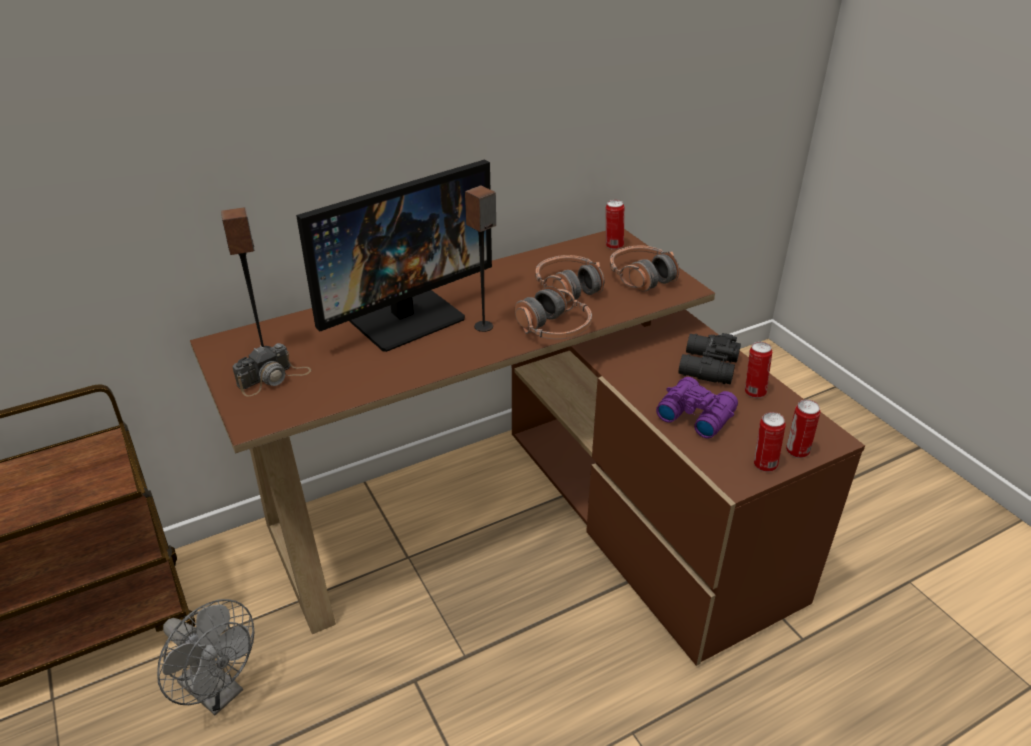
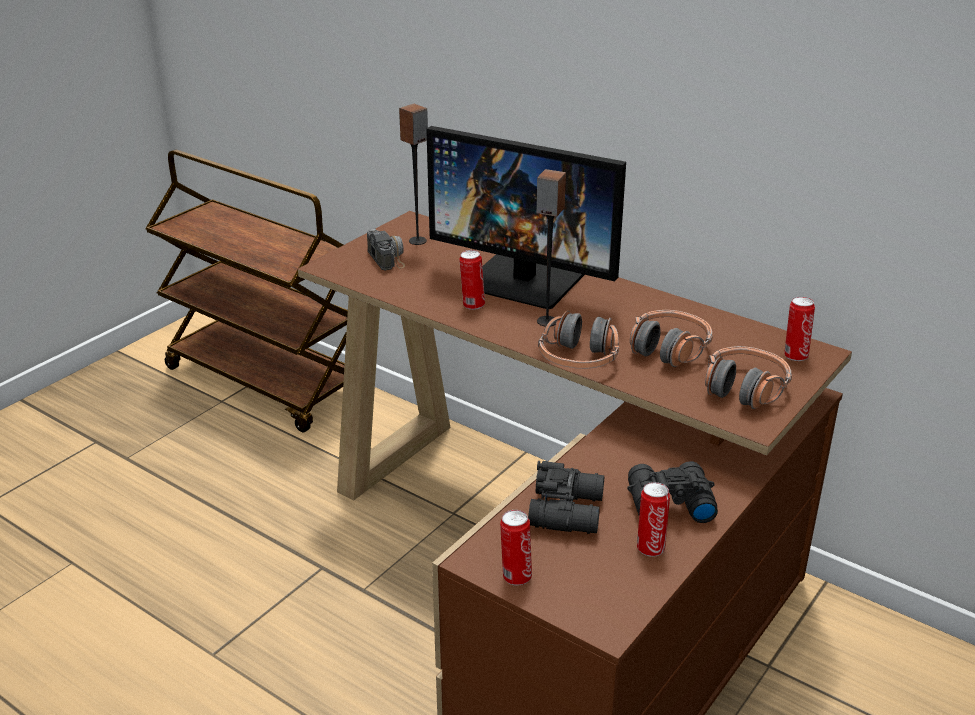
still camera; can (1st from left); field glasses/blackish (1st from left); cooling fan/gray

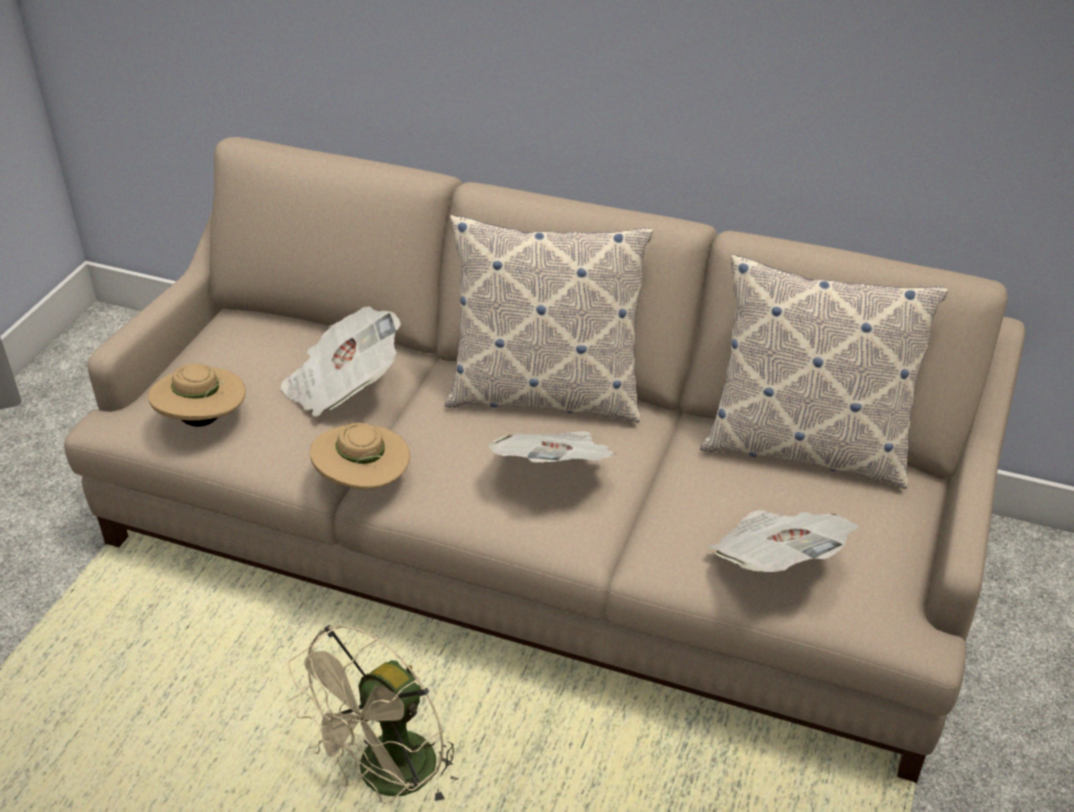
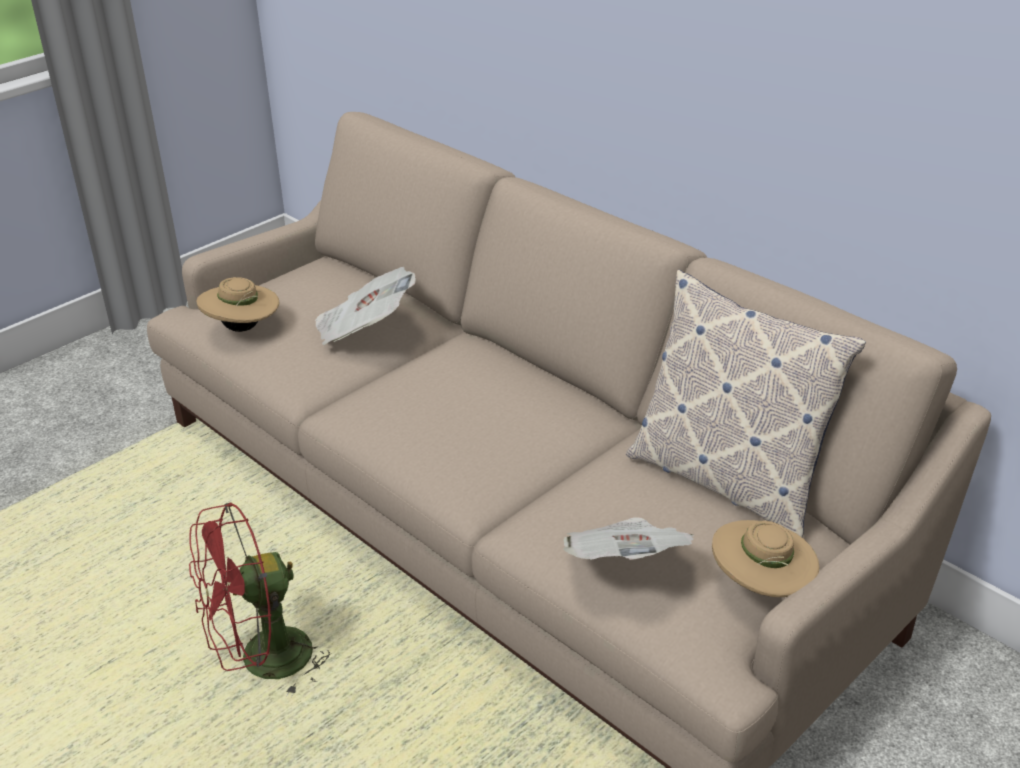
cooling fan/red; wearable hat/beige-coloured (2nd from left); cushion (1st from left in the first image); printed paper (2nd from left in the first image)

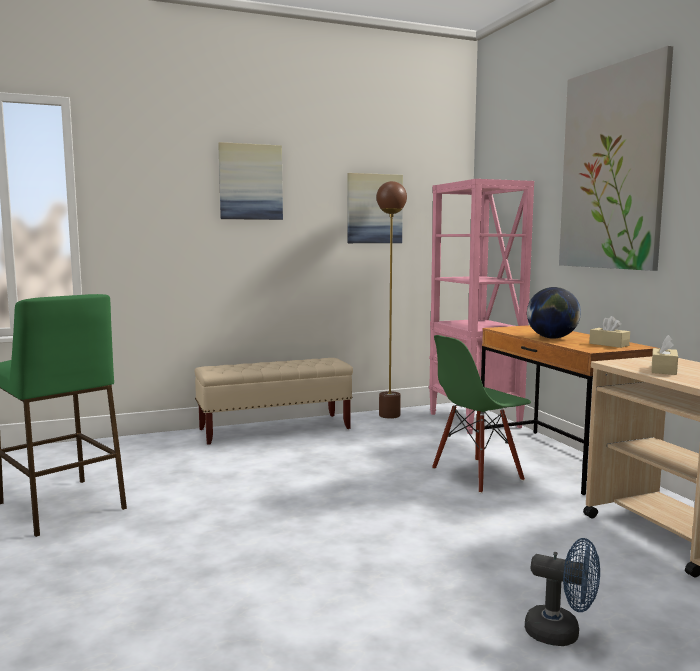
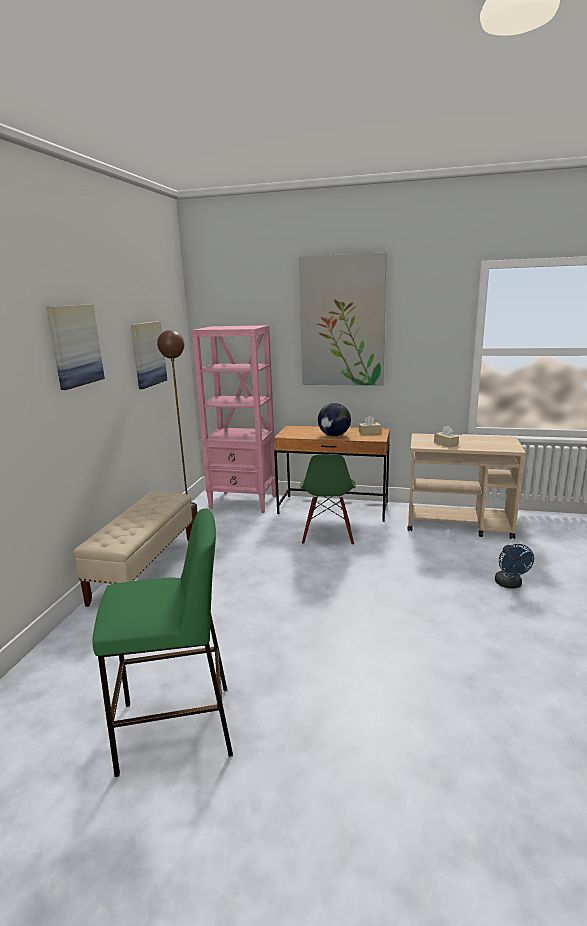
cooling fan/blue-coloured

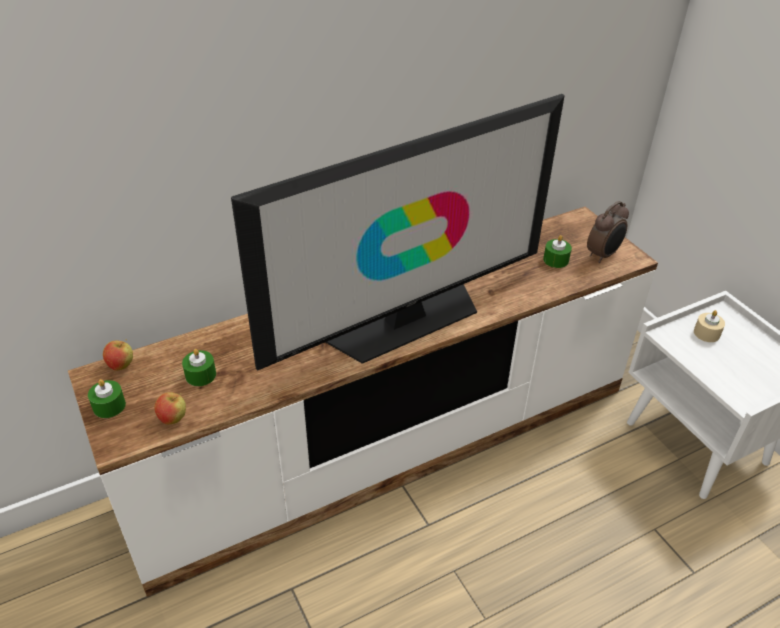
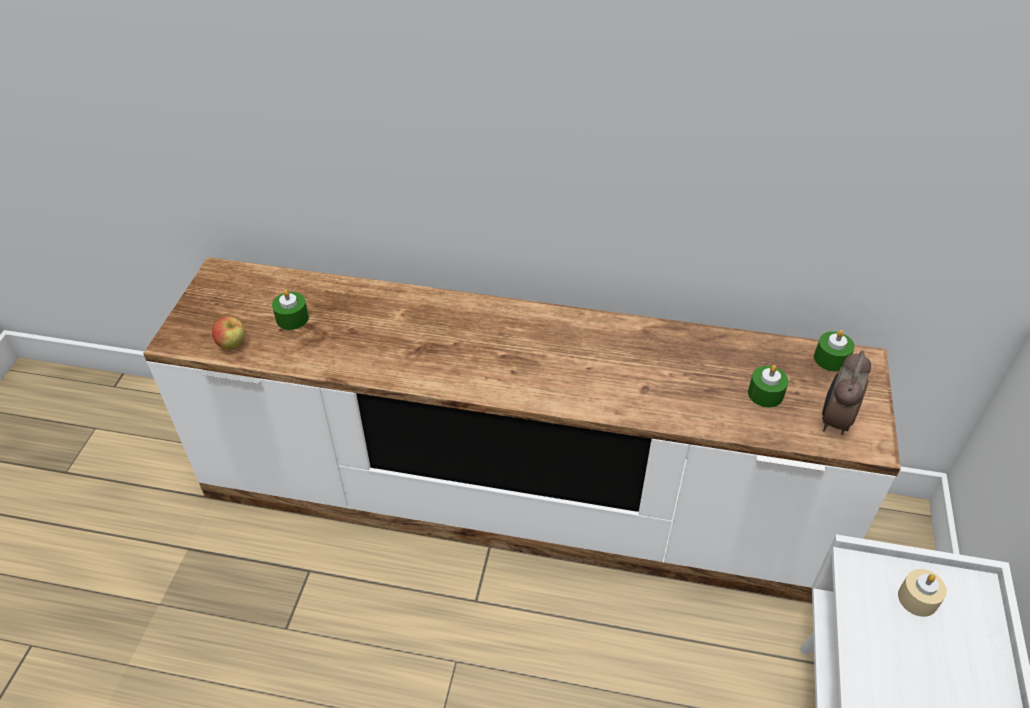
wax light/green-coloured (3rd from left); table clock; whole apple (1st from left in the first image); TV

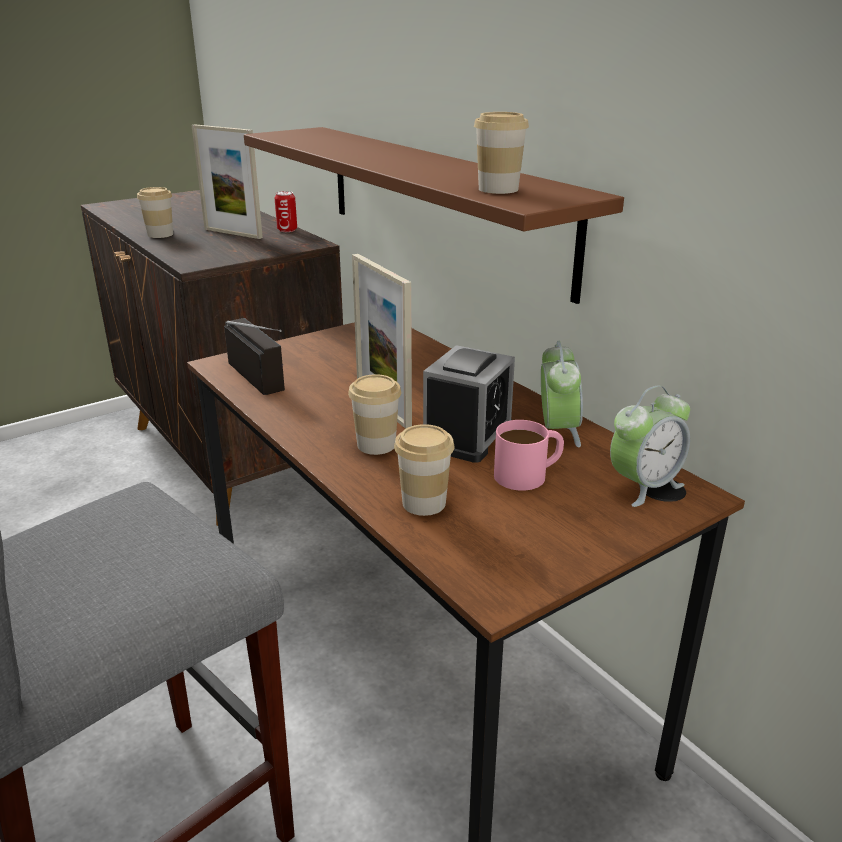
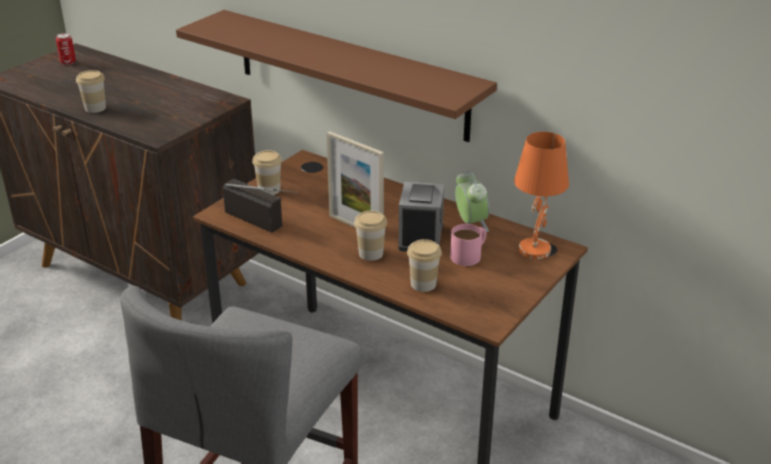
can; cup (2nd from left); table lamp/orange-coloured; photo frame (1st from left in the first image)

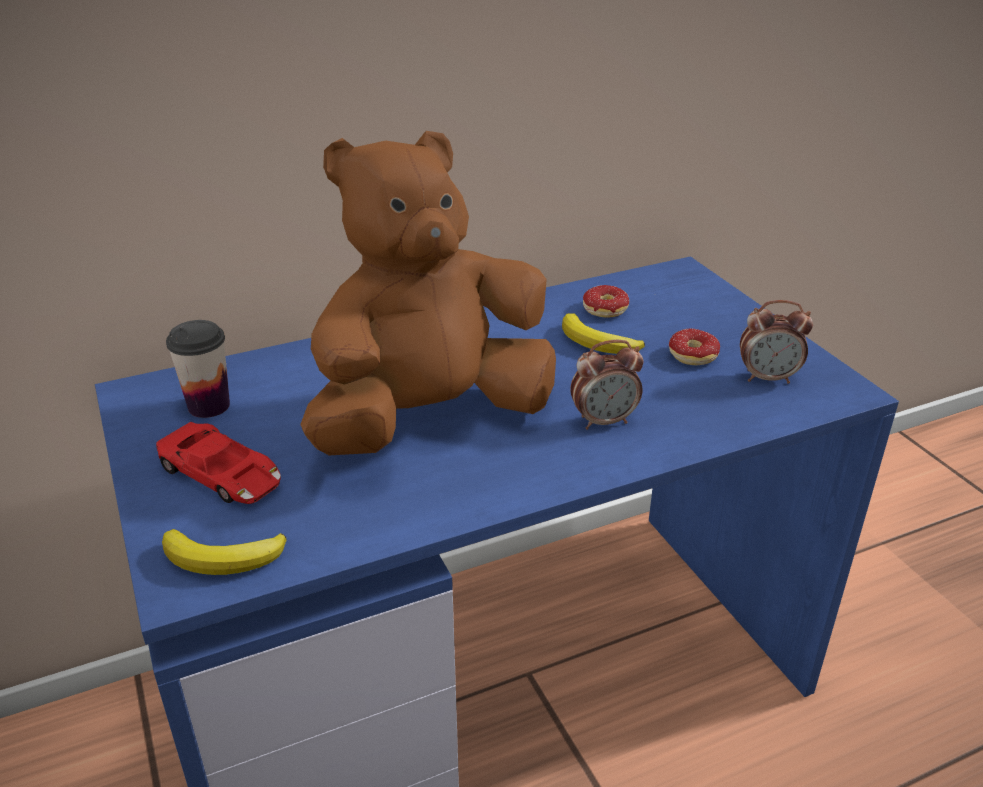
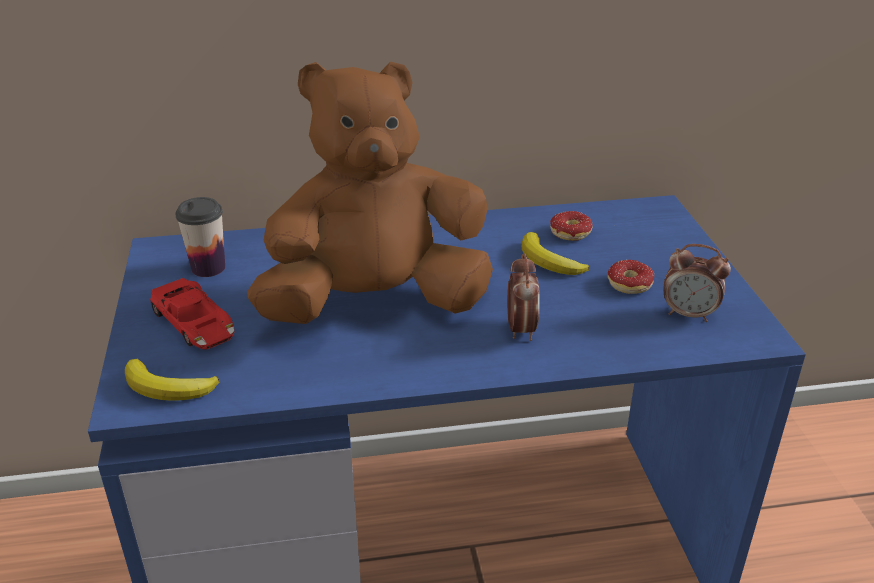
table clock (1st from left)

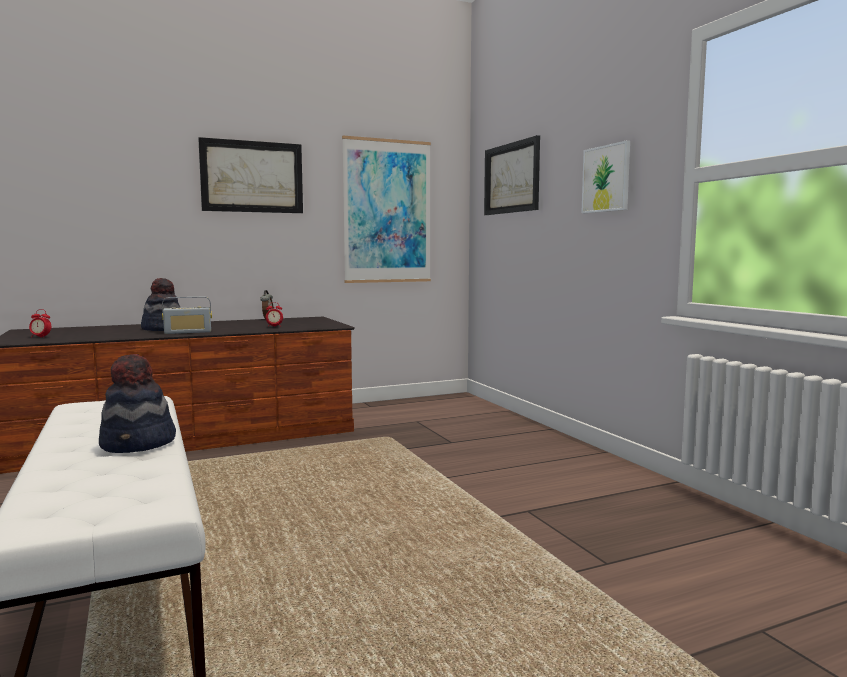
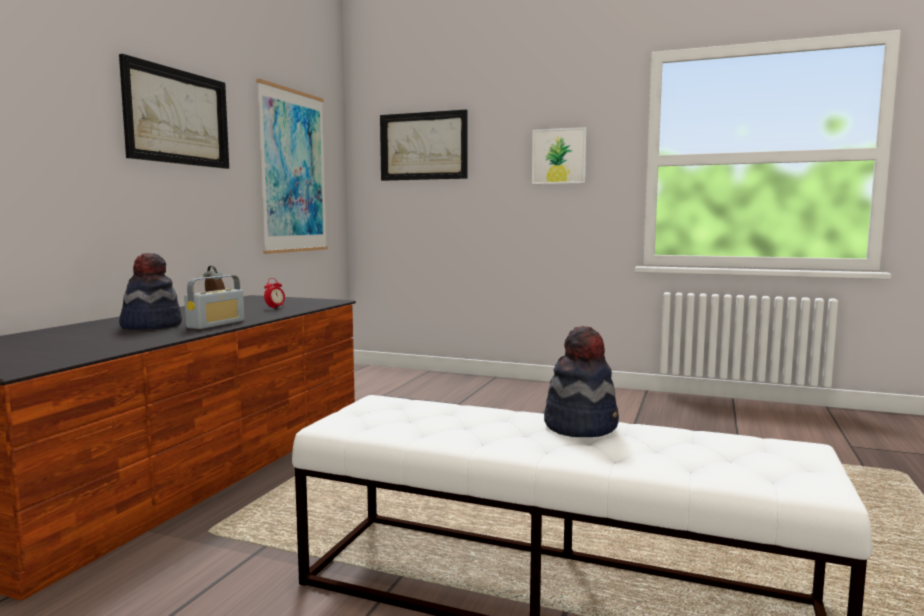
table clock (1st from left in the first image)

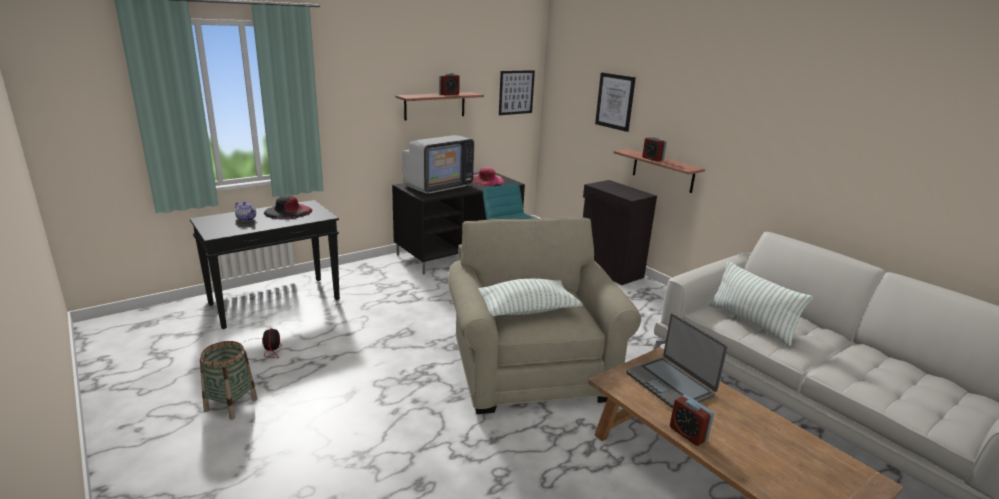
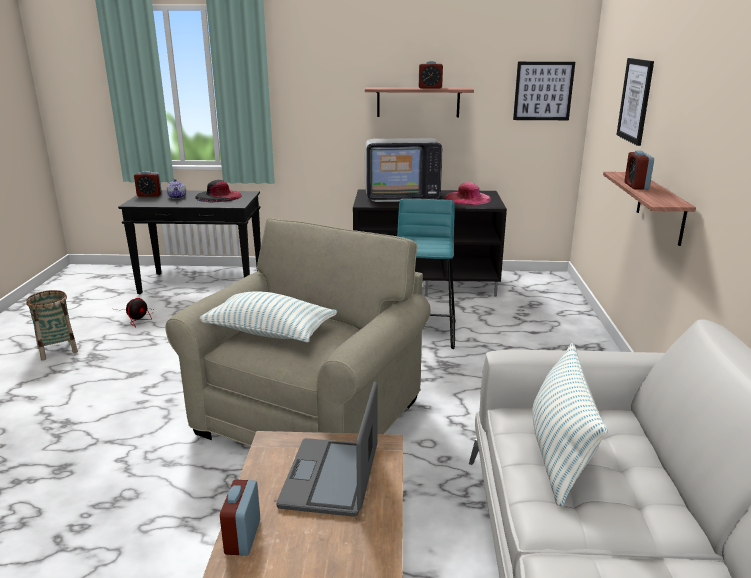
table clock (1st from left); cabinet/blackish

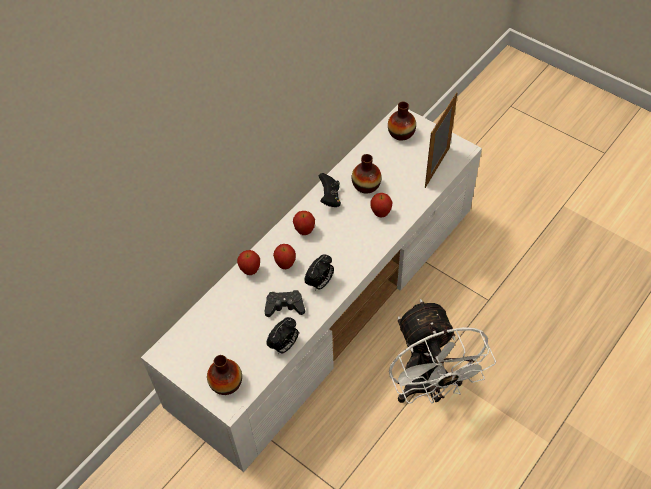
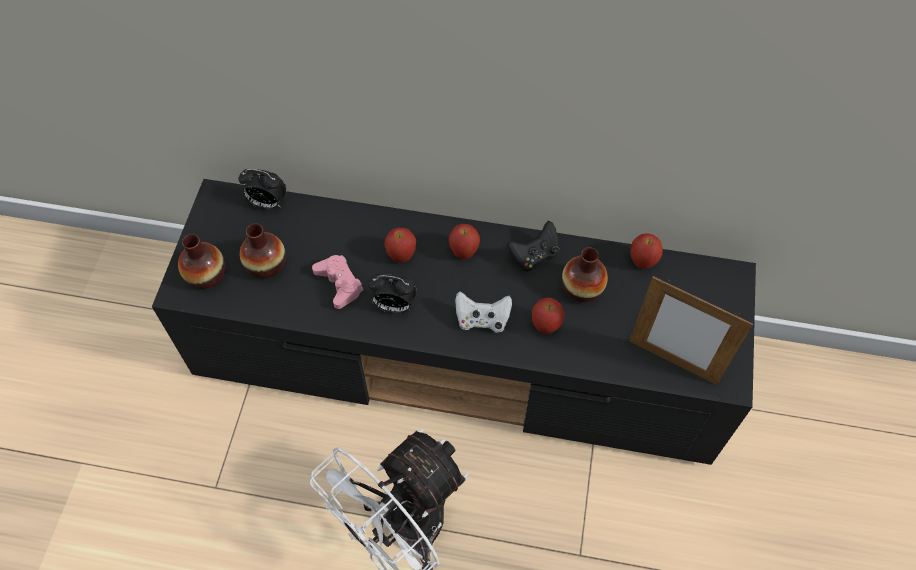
tv unit/blackish; table clock (1st from left); vase (2nd from left); gamepad/pink; gamepad/white-coloured; photo frame; whole apple (4th from left)

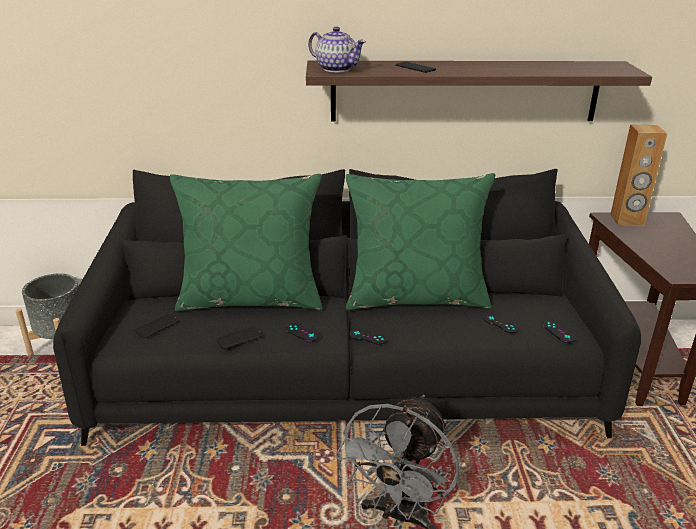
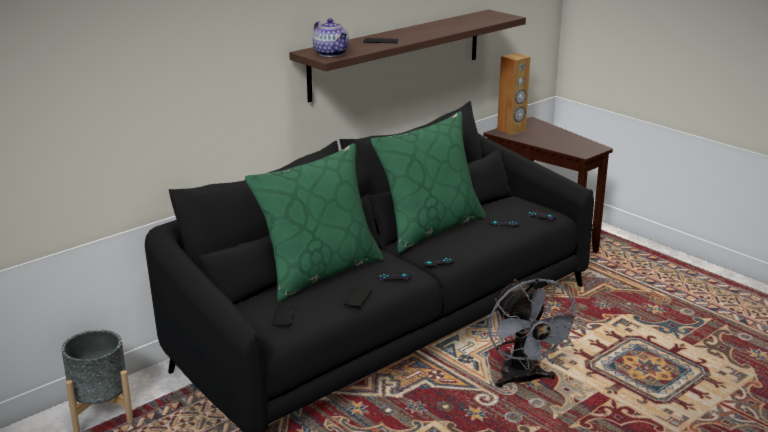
tea pot

